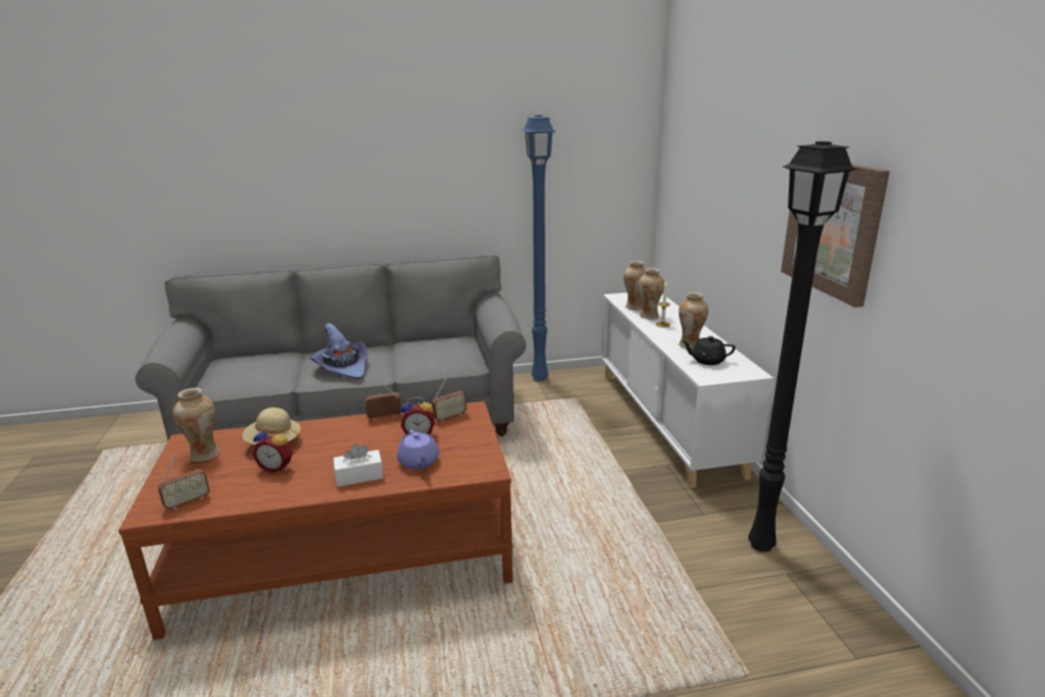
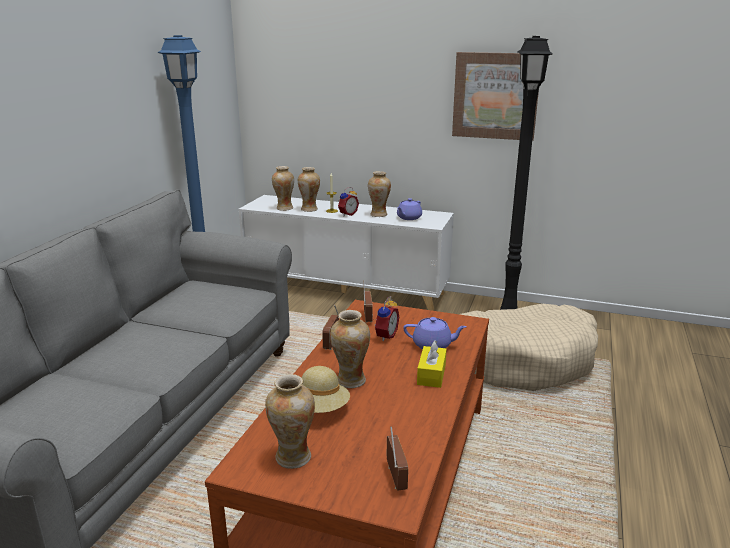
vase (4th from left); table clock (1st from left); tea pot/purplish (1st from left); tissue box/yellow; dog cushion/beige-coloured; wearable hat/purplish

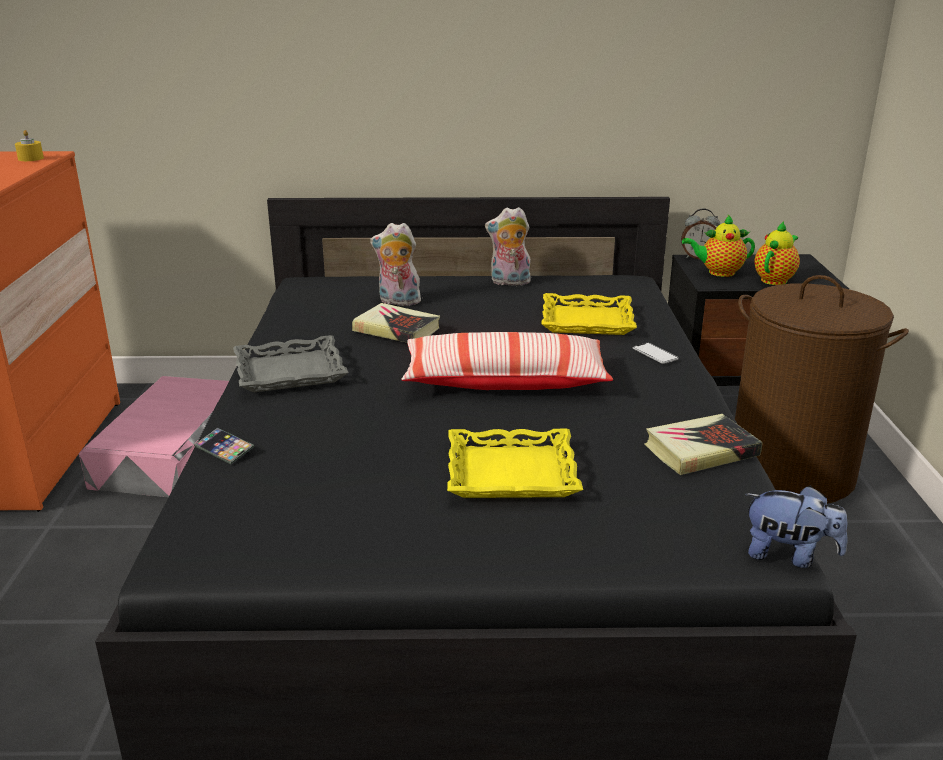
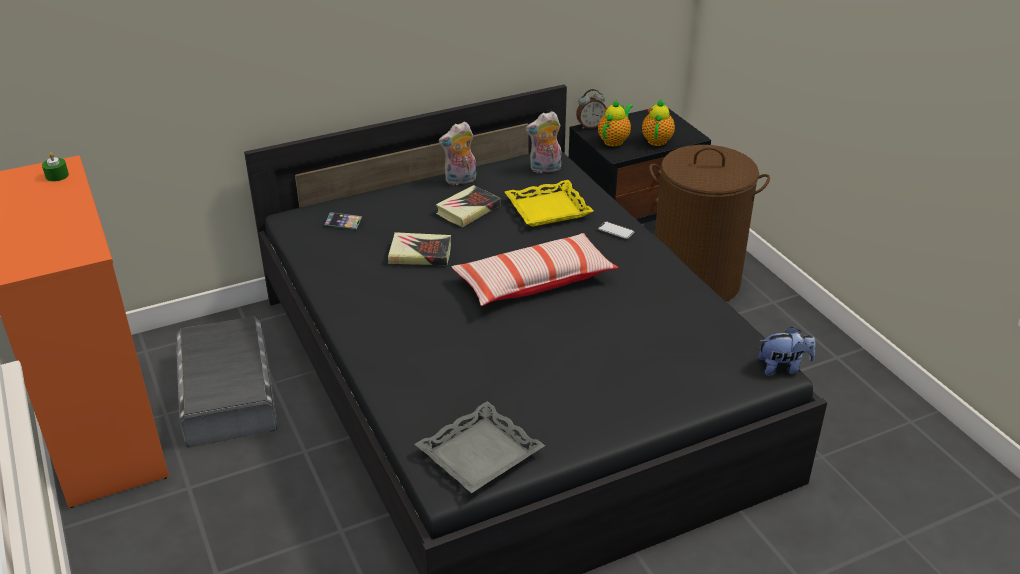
wax light/green-coloured; storage container/gray; phone (1st from left); serving tray/gray; bound book (2nd from left); plush toy (2nd from left); tea pot (1st from left); serving tray/yellow (1st from left in the first image)

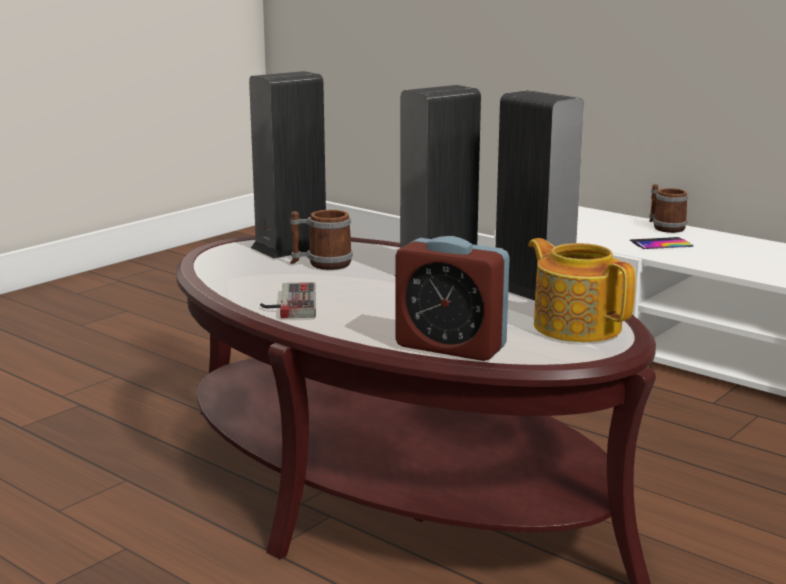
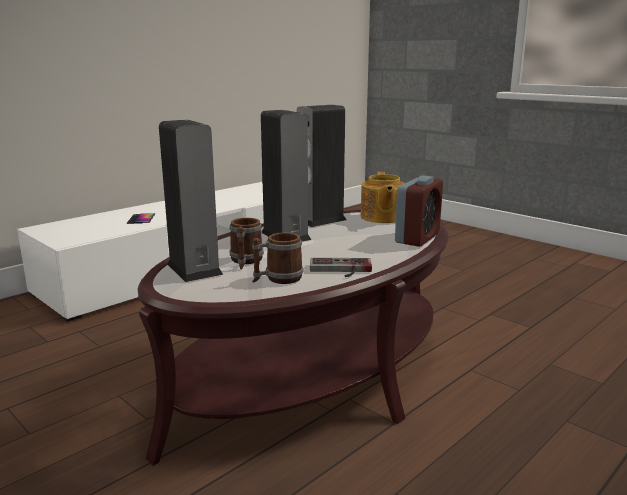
mug (2nd from left); tea pot

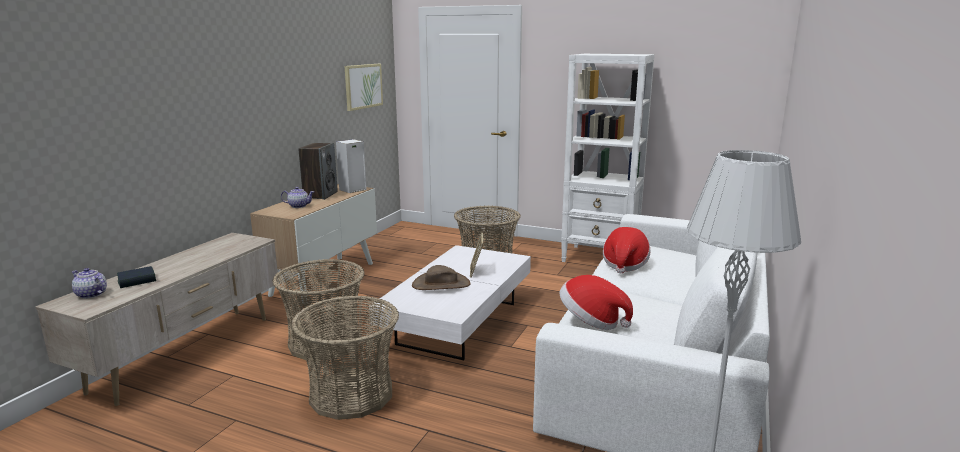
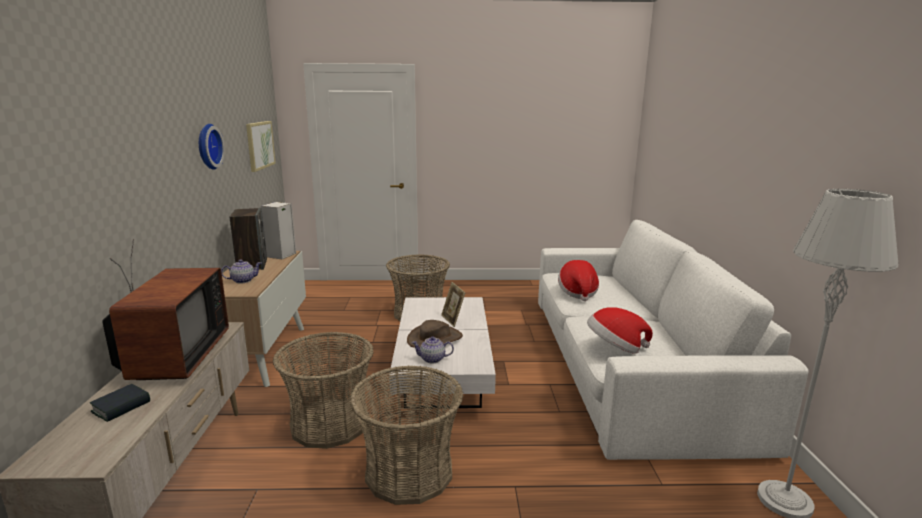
TV; hanging clock; tea pot (2nd from left); shelving unit/white-coloured

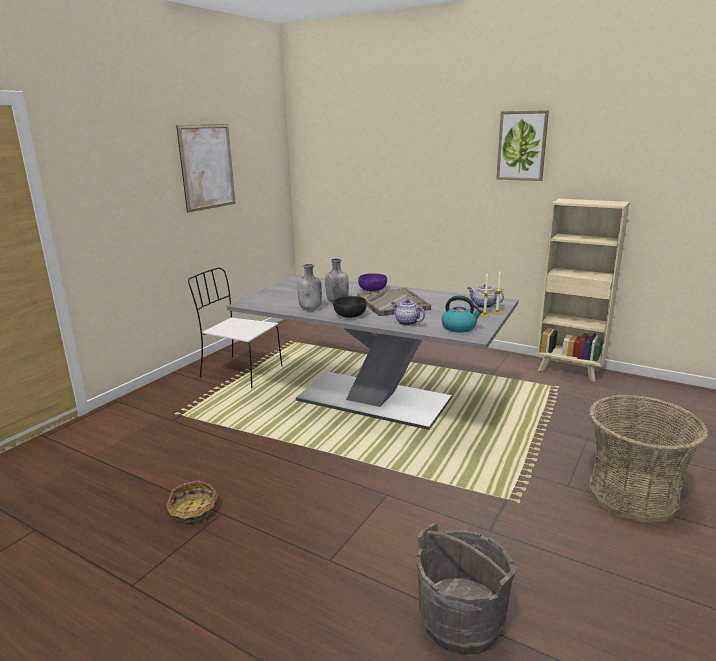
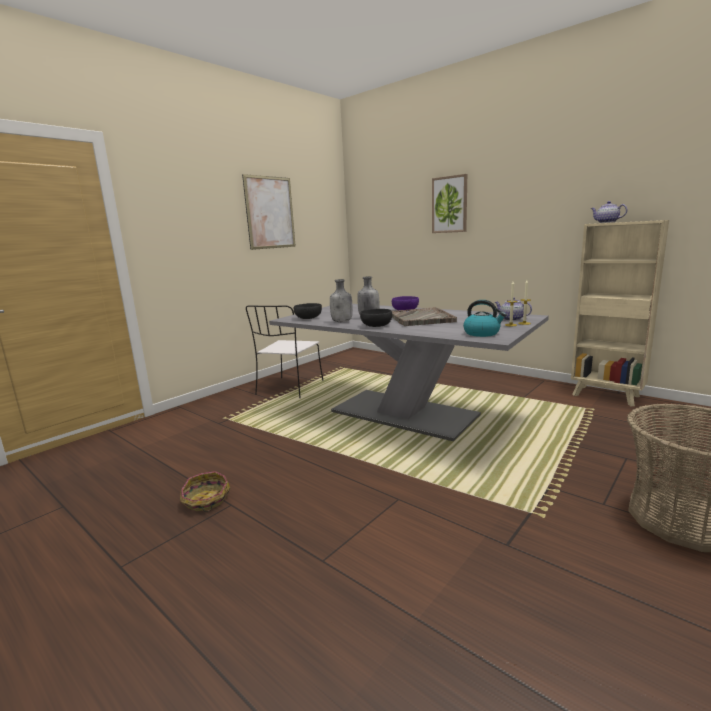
upright chair/white-coloured; bowl/blackish (1st from left); picture (2nd from left); tea pot (2nd from left); pail/gray

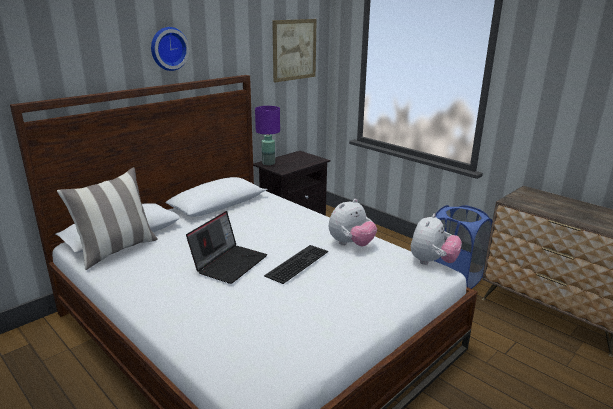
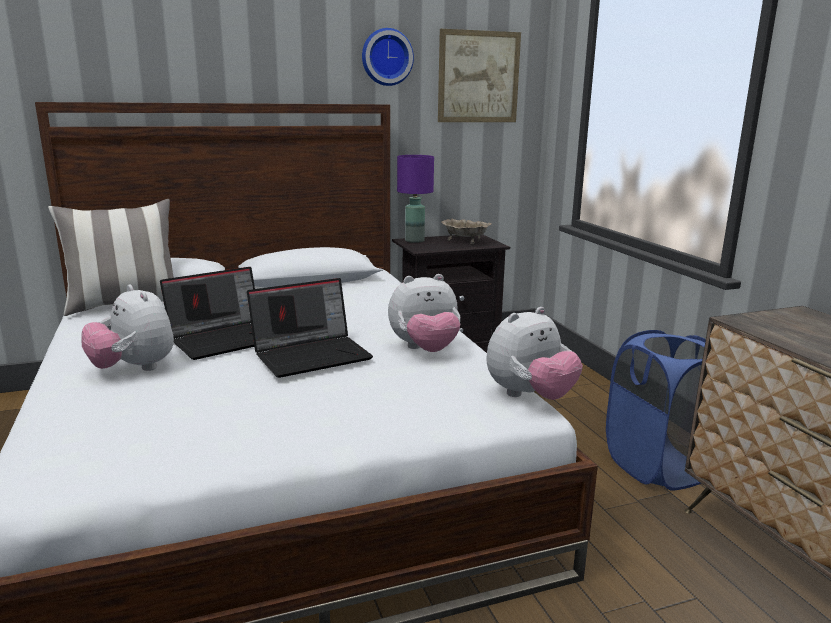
plush toy (1st from left); notebook computer (2nd from left); hanging clock; bowl/beige-coloured

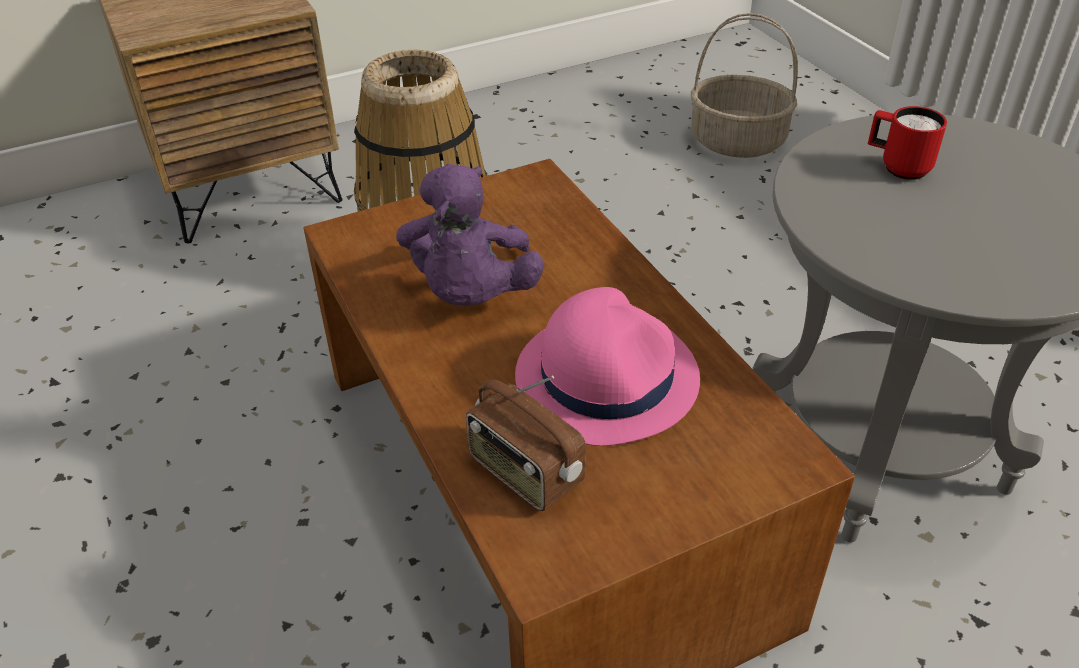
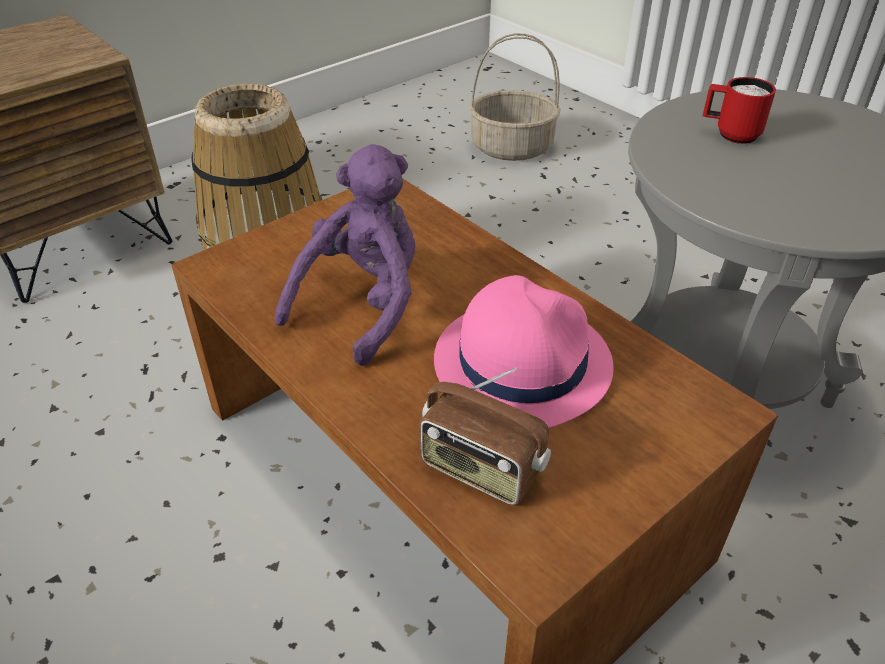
plush toy/purplish

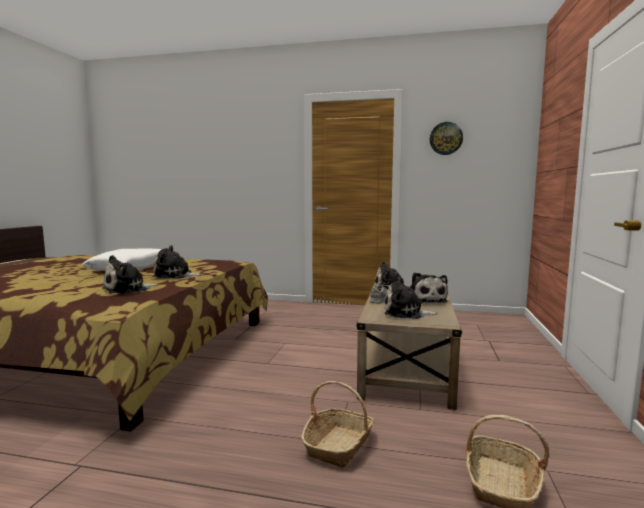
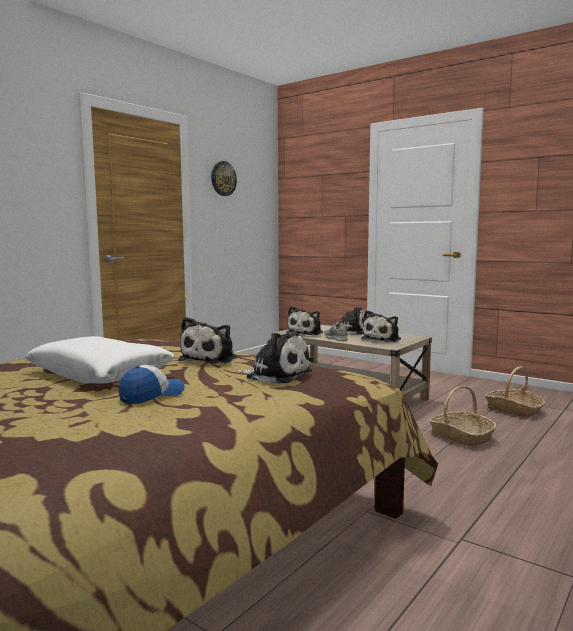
cap; plush toy (2nd from left)

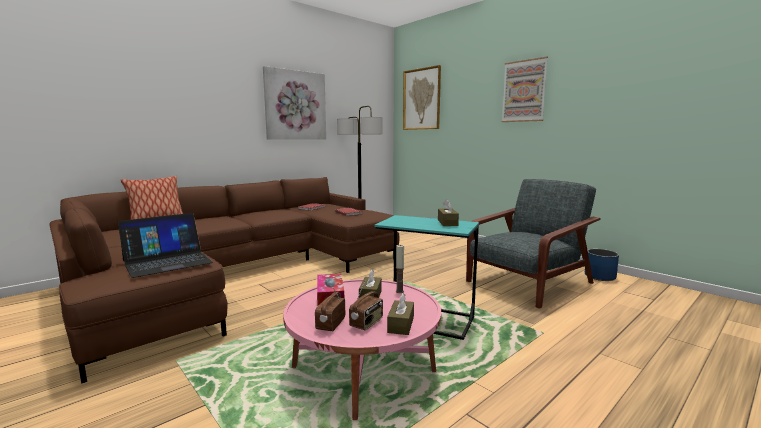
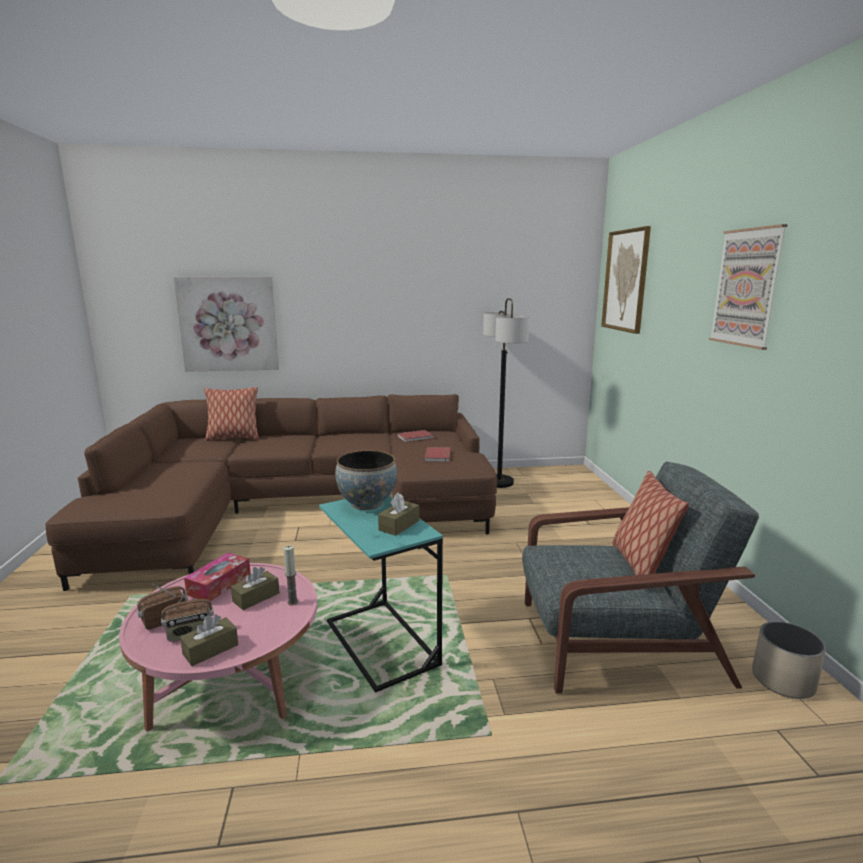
picture (1st from left); bowl; cushion (2nd from left); planter/beige-coloured; notebook computer

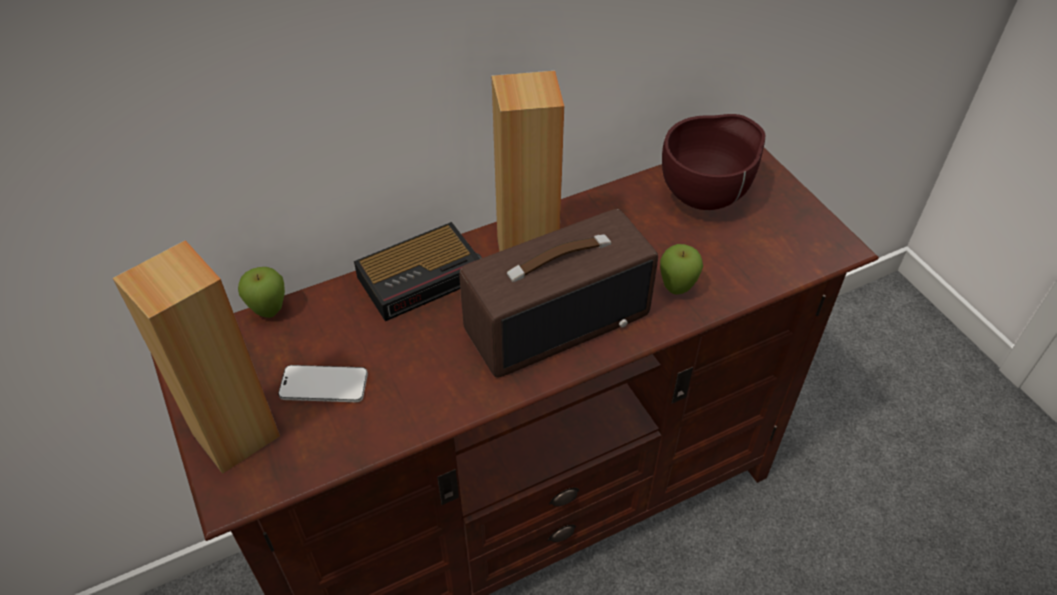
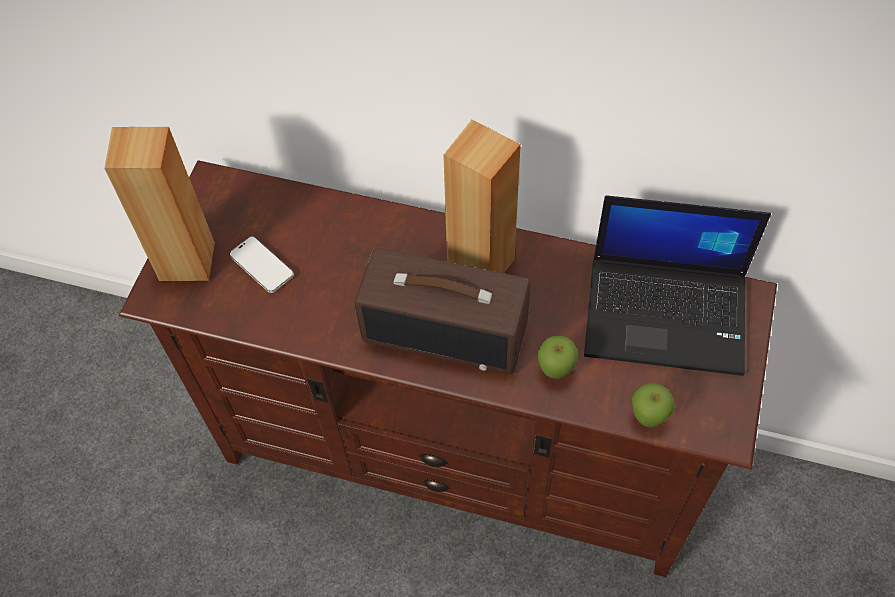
notebook computer; whole apple (2nd from left); table clock

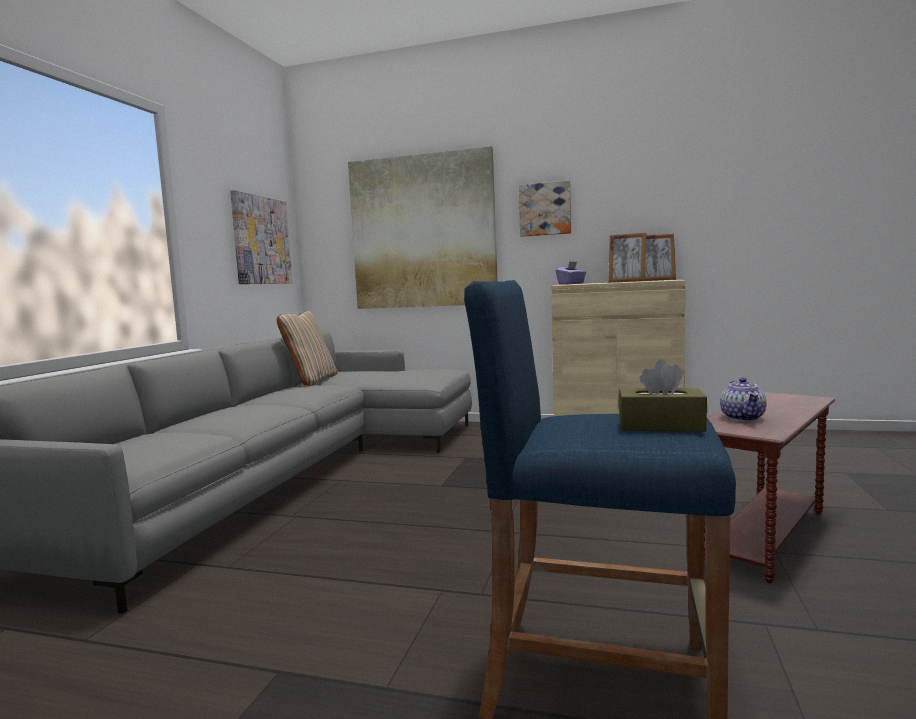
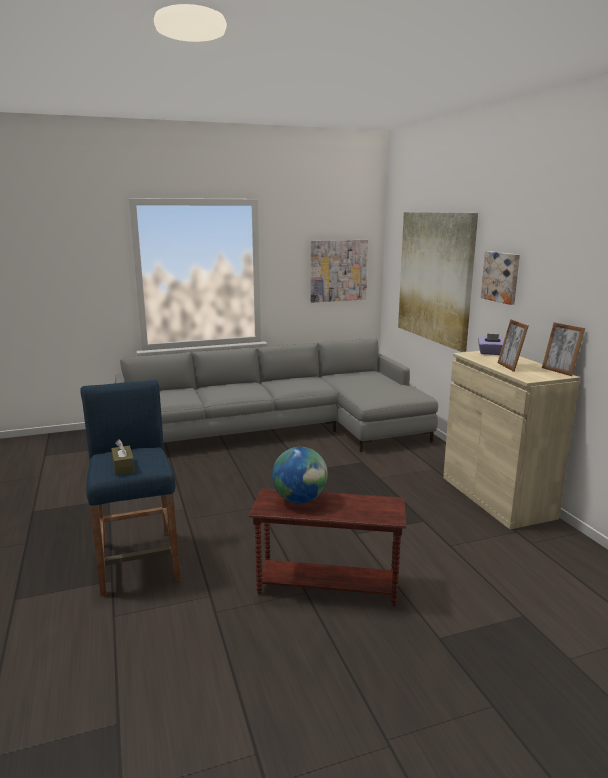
world globe; cushion/beige-coloured

